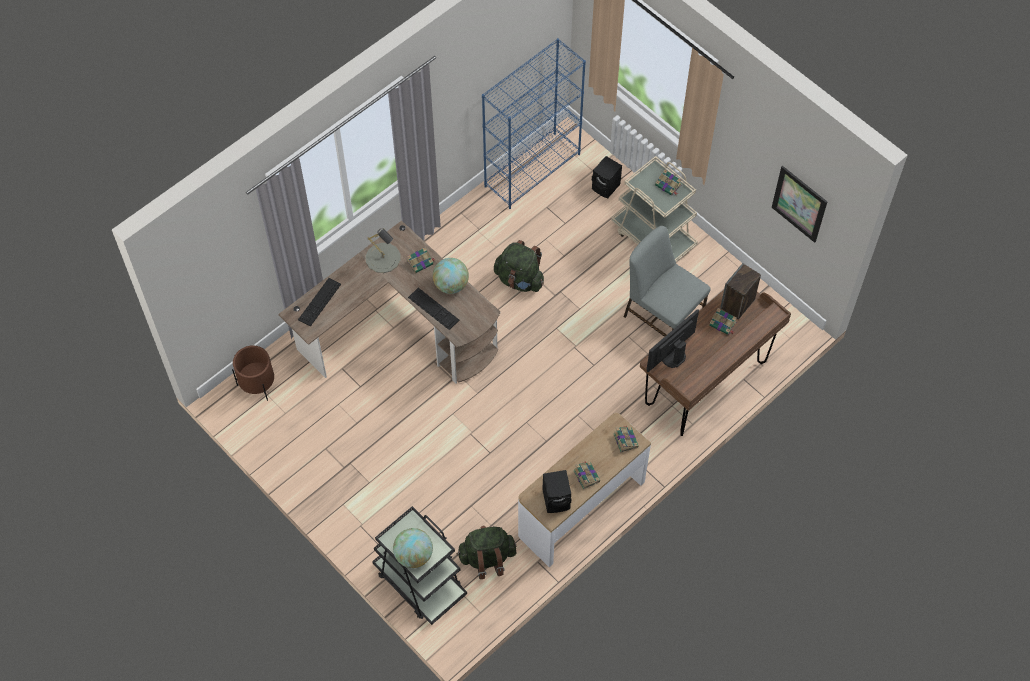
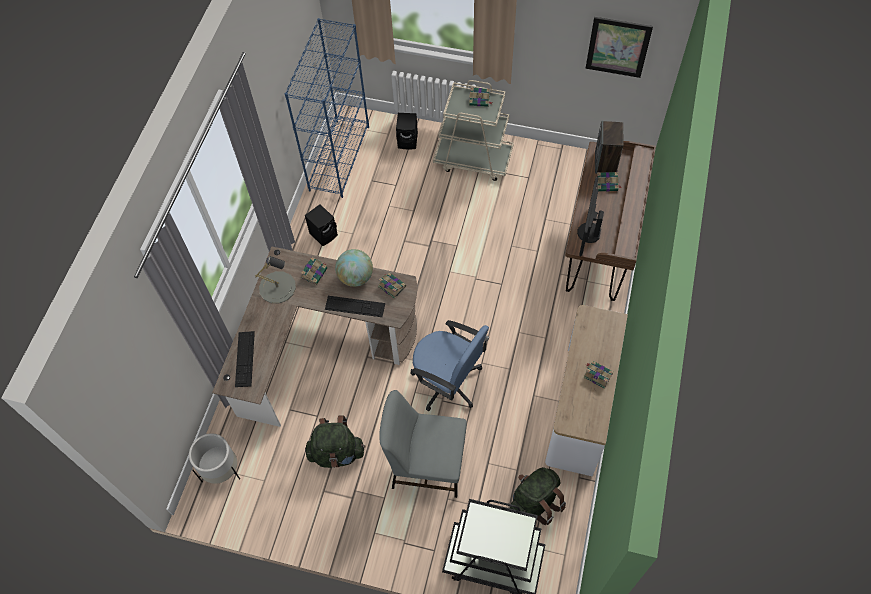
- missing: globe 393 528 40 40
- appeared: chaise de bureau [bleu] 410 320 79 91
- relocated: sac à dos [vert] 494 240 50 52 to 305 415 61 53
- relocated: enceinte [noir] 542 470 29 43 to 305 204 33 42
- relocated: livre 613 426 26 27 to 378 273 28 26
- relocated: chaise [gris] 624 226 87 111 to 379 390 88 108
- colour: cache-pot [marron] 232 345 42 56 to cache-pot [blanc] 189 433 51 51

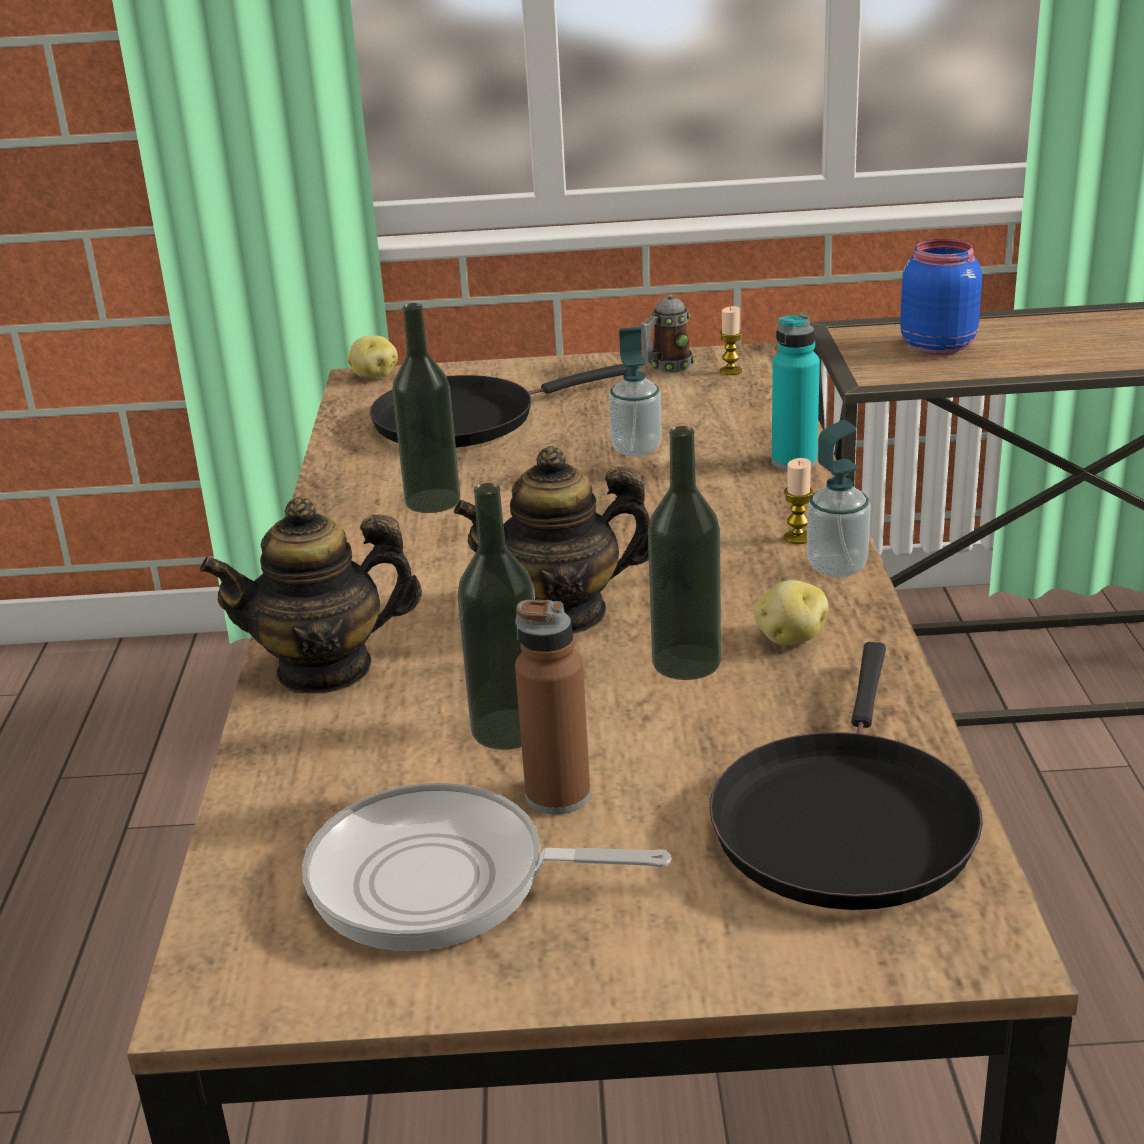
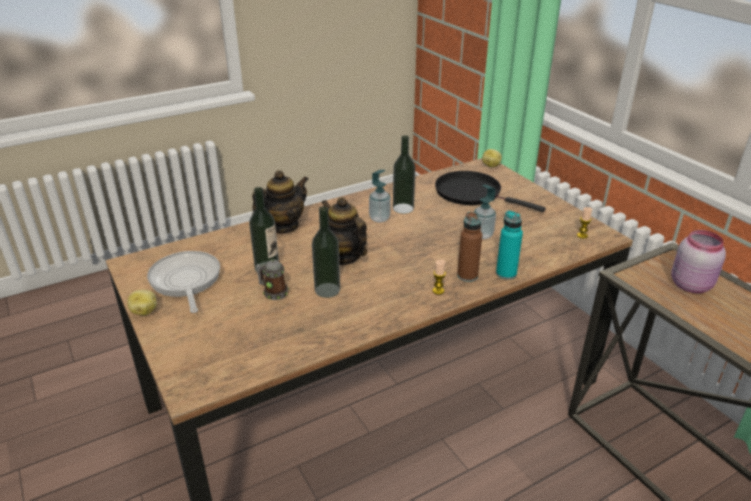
- missing: poêle [noir] 709 642 274 268
- relocated: bouteille [marron] 515 600 75 215 to 457 212 25 70
- relocated: mug 640 295 55 78 to 256 260 33 40
- relocated: pomme de terre 755 580 73 65 to 127 290 30 26
- relocated: distributeur de savon 807 420 63 158 to 369 170 22 53
- colour: bocal [bleu] 900 239 82 116 to bocal [rose] 671 230 55 63
- spun: théière 200 497 222 197 = 252 170 56 63 90 degrees clockwise

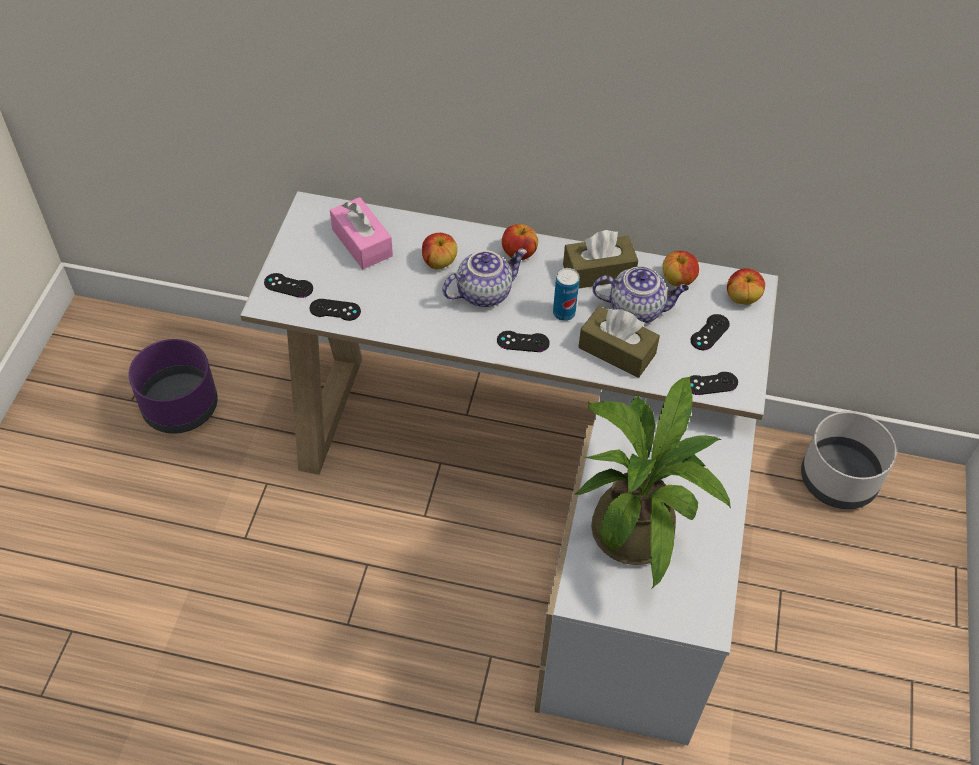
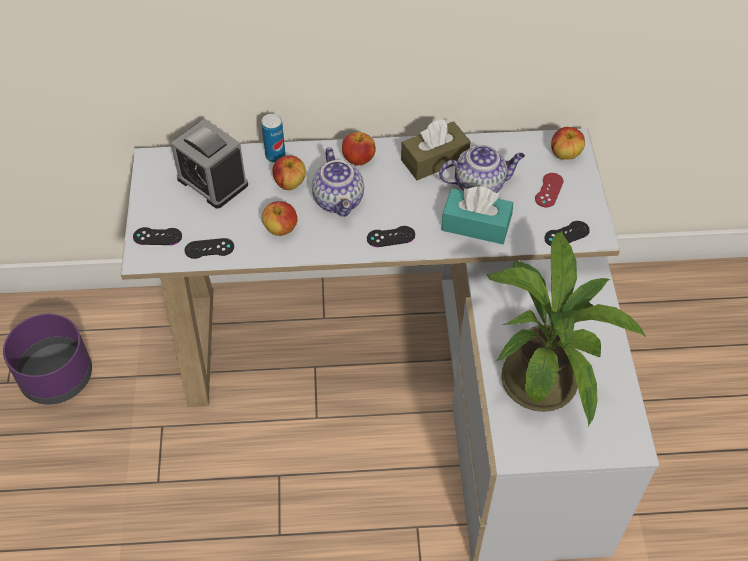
- missing: cache-pot [gris] 801 411 96 98
- relocated: boîte métallique 553 268 26 53 to 261 114 25 49
- relocated: pomme 662 251 37 35 to 262 201 35 35
- exchanged: boîte à mouchoirs [rose] 330 197 63 72 to réveil 171 118 77 91
- colour: boîte à mouchoirs [marron] 579 306 81 72 to boîte à mouchoirs [turquoise] 441 186 72 58
- colour: manette [noir] 691 314 39 36 to manette [rouge] 535 173 29 34
- spun: théière 442 249 85 58 = 312 147 52 70 120 degrees clockwise

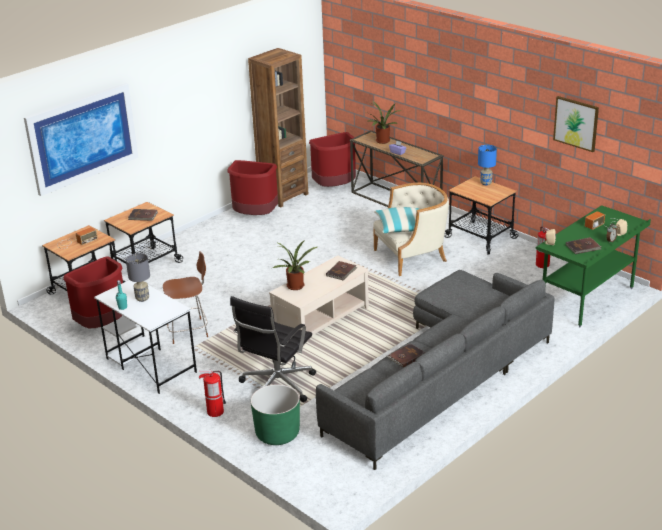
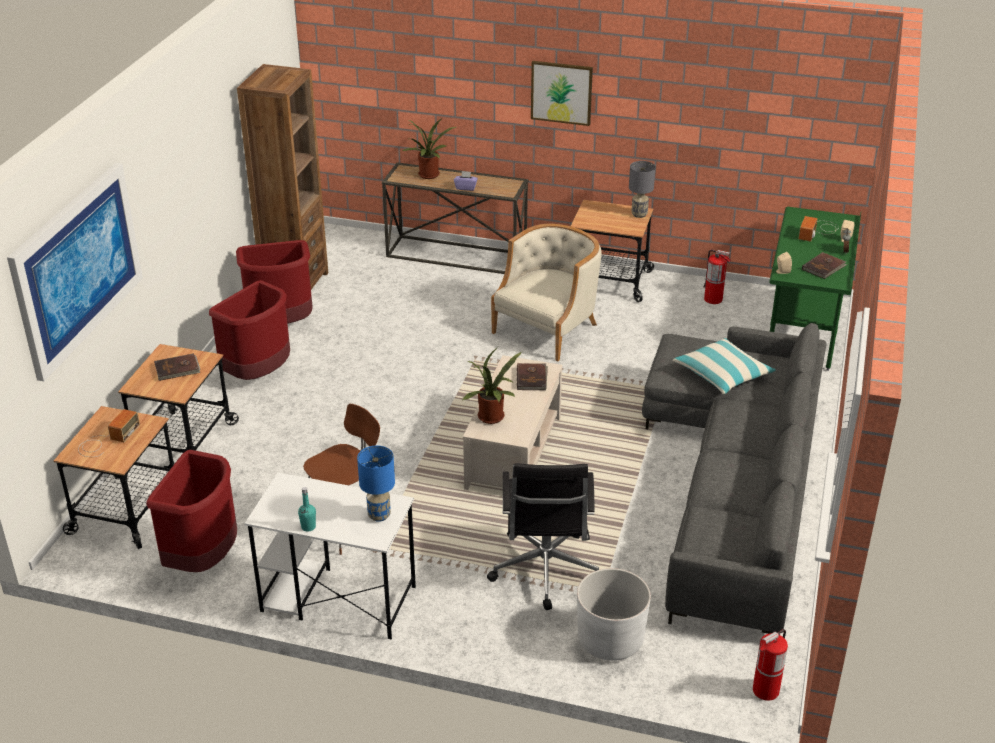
- missing: livre [marron] 387 343 38 25
- relocated: lampe de table [gris] 126 253 24 49 to 629 161 27 57
- relocated: extincteur 199 370 27 47 to 753 629 35 72
- relocated: poubelle [rouge] 309 132 47 55 to 209 280 81 100
- relocated: coussin 374 207 45 26 to 673 338 103 56
- relocated: lampe de table [bleu] 478 145 19 40 to 357 446 38 76
- relocated: tableau 553 96 46 56 to 531 61 62 65
- colour: cache-pot [vert] 251 384 49 61 to cache-pot [blanc] 577 568 74 93

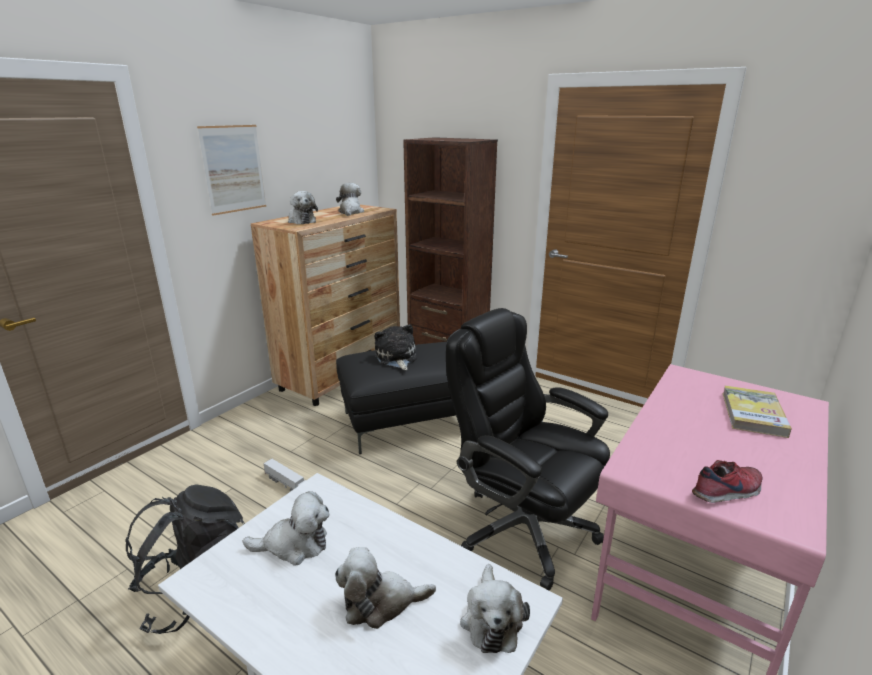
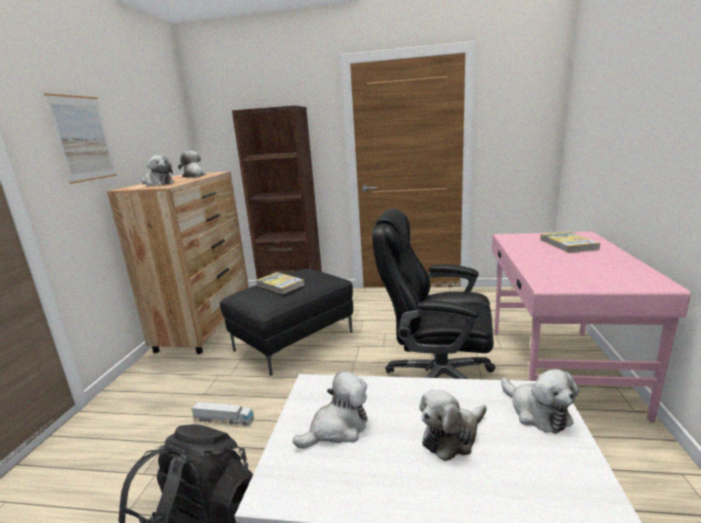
- missing: chaussure 692 460 70 43
- exchanged: peluche 375 324 42 46 to livre 256 272 48 22

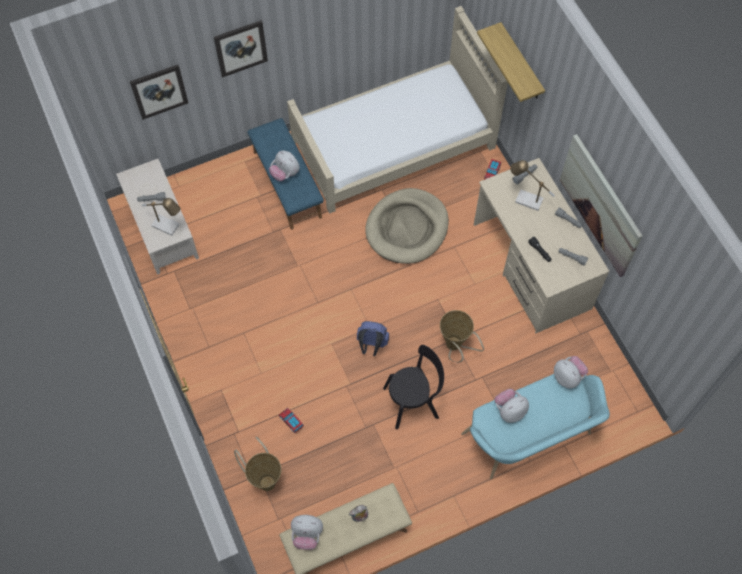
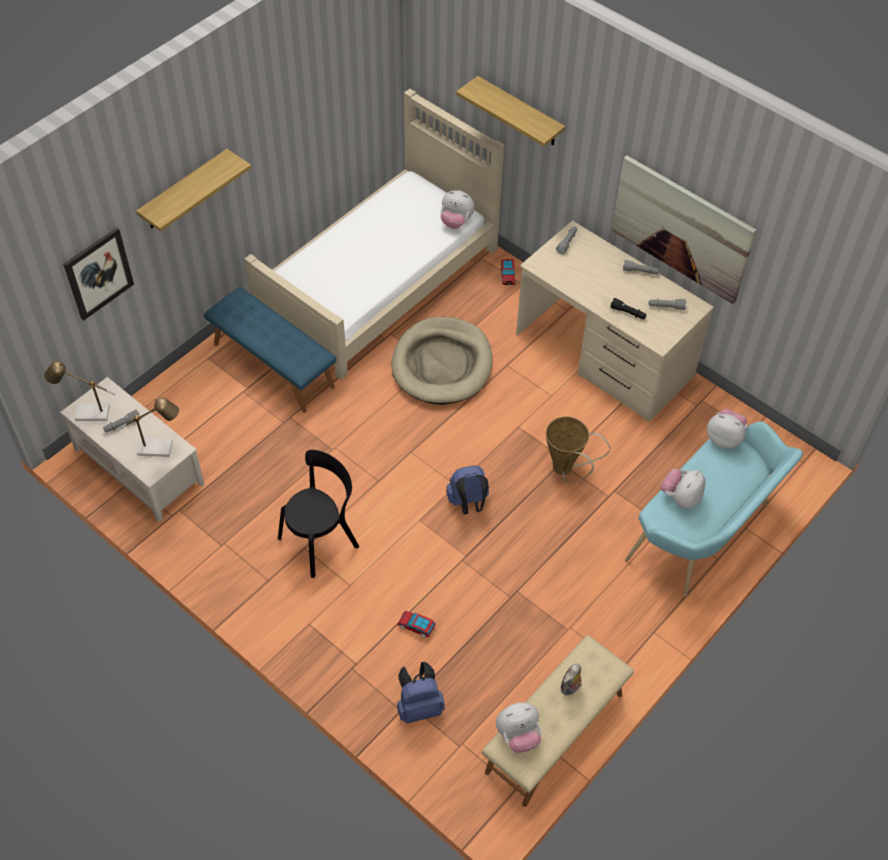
- relocated: peluche 269 150 31 31 to 441 190 34 39
- relocated: chaise [noir] 383 345 61 84 to 278 450 81 128
- relocated: lampe de table 510 160 45 51 to 44 361 72 60
- exchanged: tableau 214 20 54 58 to étagère 136 149 115 82
- exchanged: panier 234 437 47 54 to sac à dos [bleu] 397 662 48 62

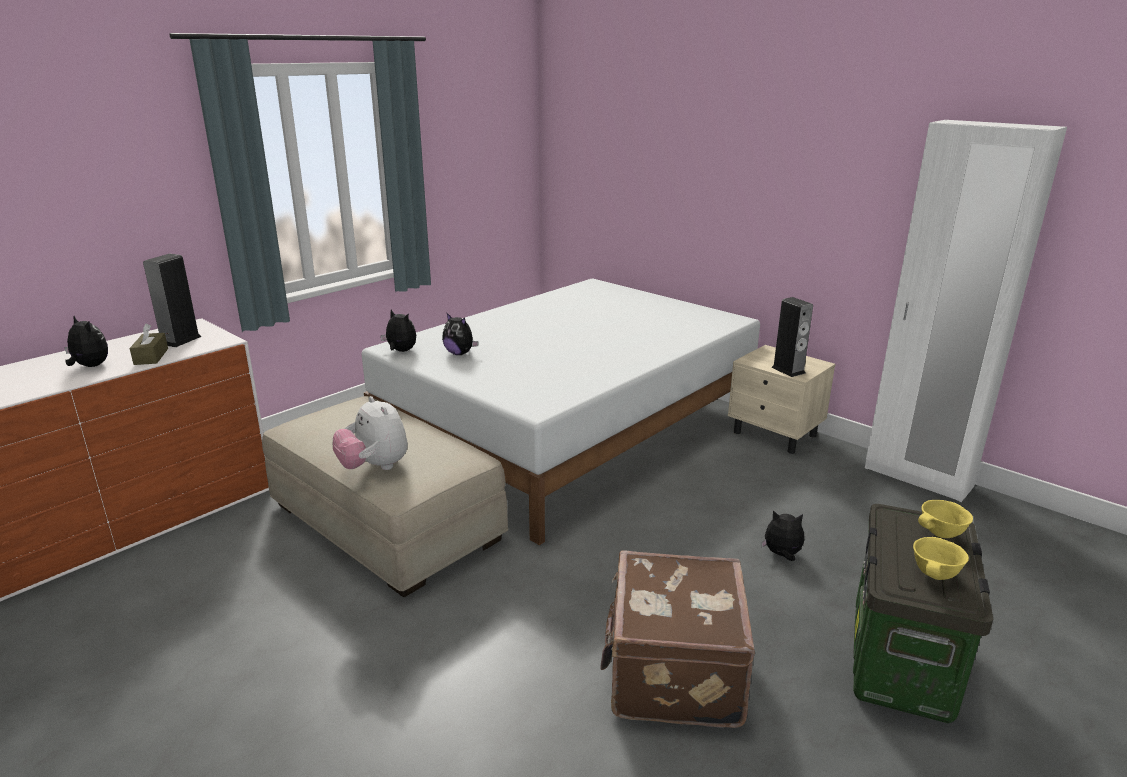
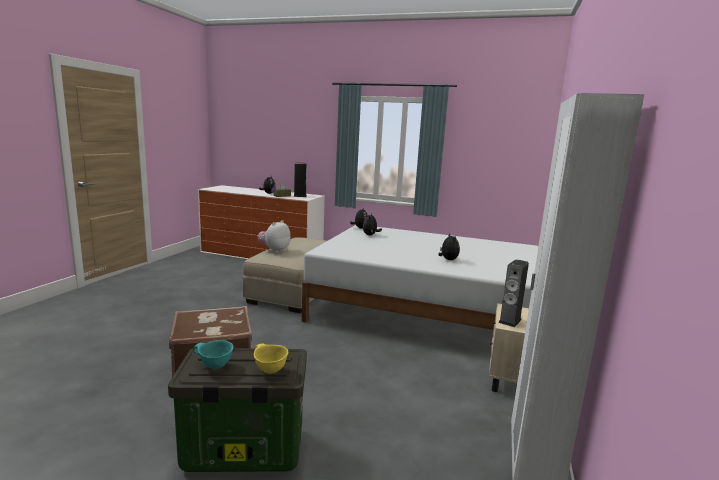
- relocated: peluche 761 510 43 51 to 439 233 21 27
- colour: bol [jaune] 913 537 56 43 to bol [turquoise] 193 340 40 29

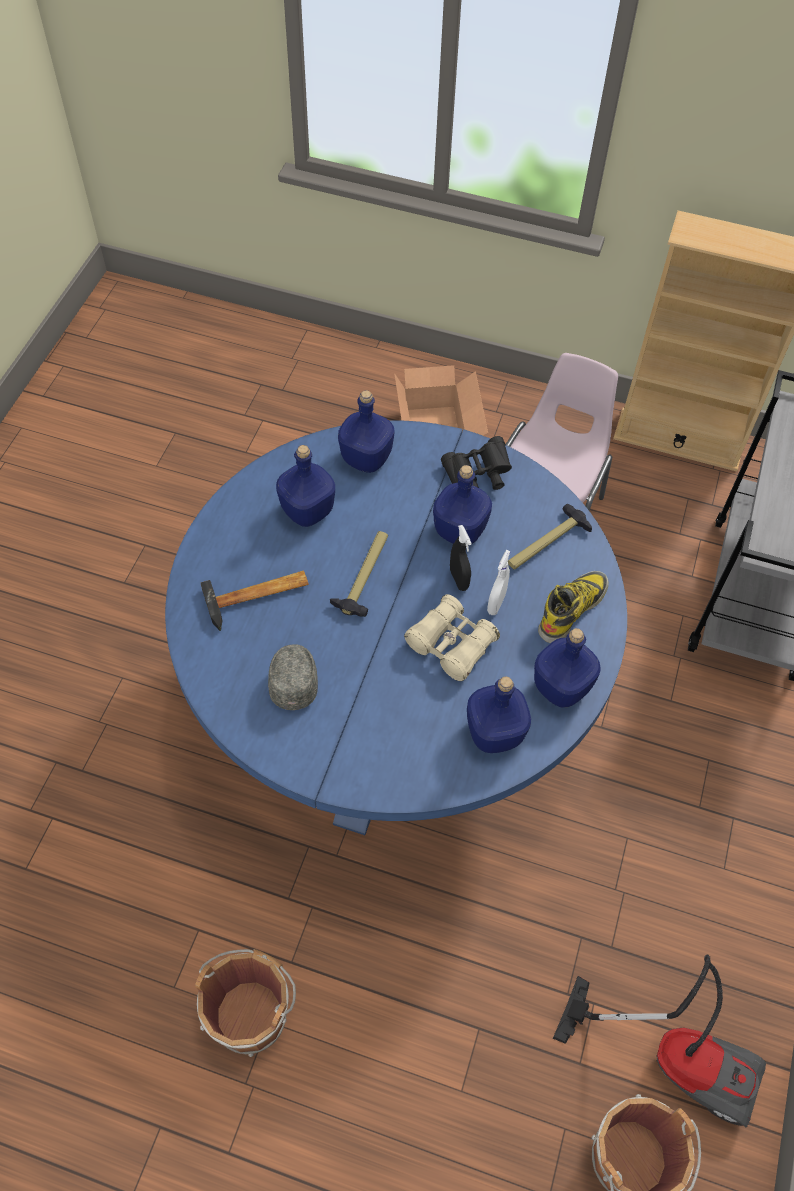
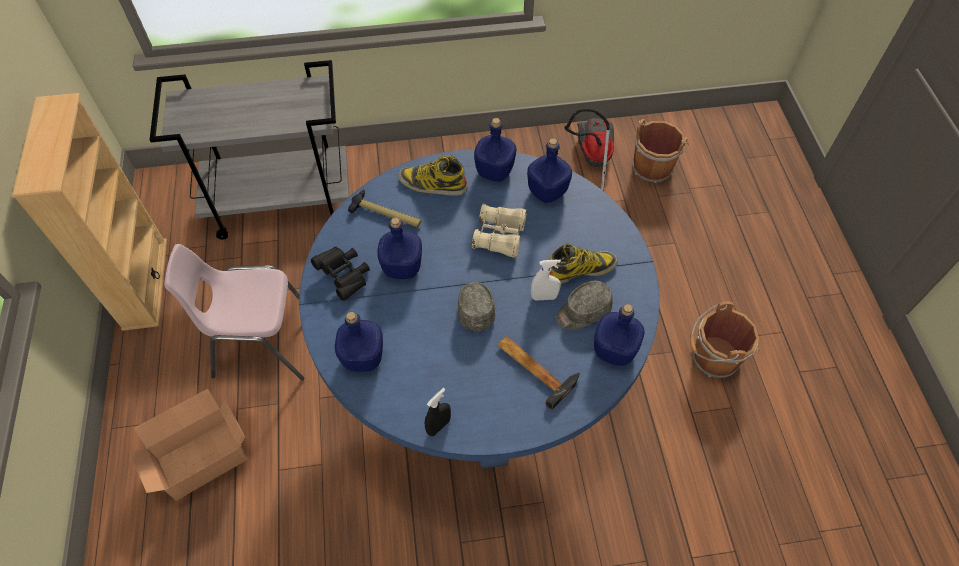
- appeared: botte 549 243 69 41
- relocated: bouteille [bleu] 276 445 59 82 to 594 304 51 62
- relocated: vaporisateur [noir] 450 525 22 66 to 425 388 26 48
- relocated: vaporisateur [blanc] 487 550 24 65 to 531 260 30 41
- exchanged: marteau 330 531 58 86 to casquette [gris] 458 282 37 49

